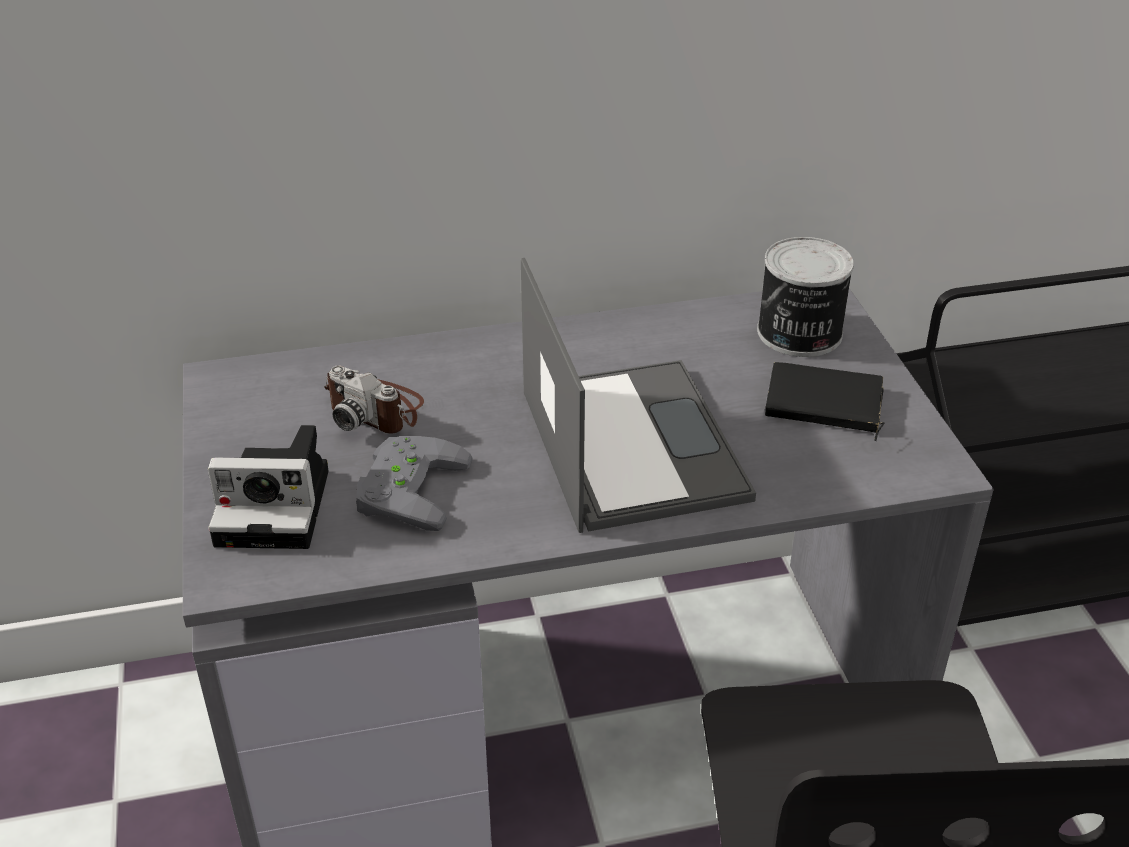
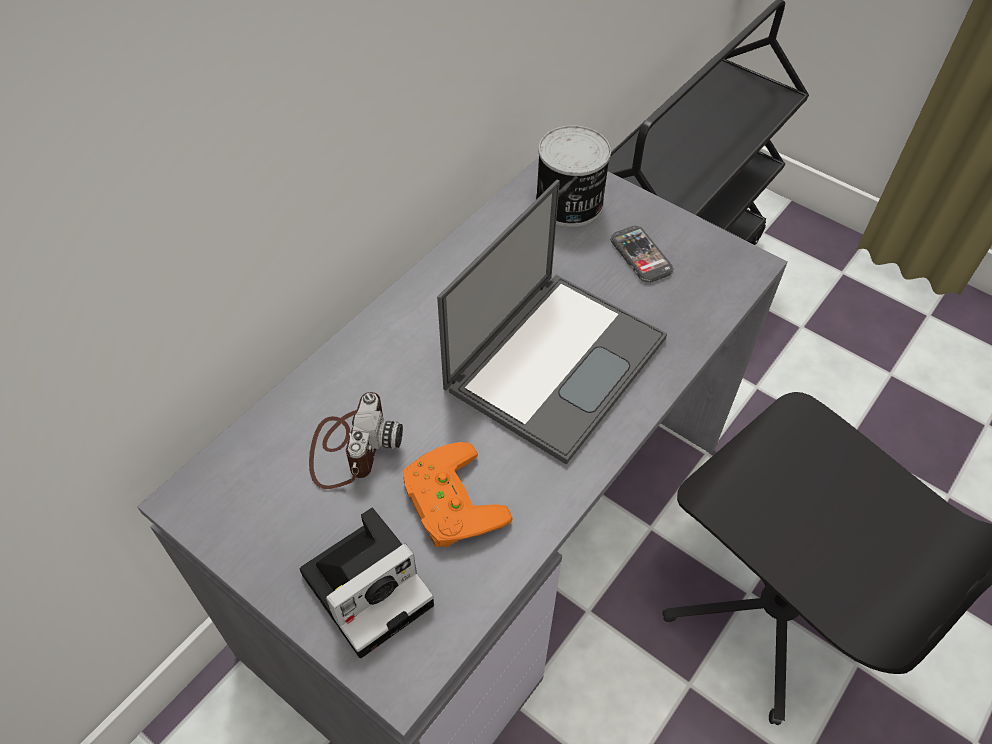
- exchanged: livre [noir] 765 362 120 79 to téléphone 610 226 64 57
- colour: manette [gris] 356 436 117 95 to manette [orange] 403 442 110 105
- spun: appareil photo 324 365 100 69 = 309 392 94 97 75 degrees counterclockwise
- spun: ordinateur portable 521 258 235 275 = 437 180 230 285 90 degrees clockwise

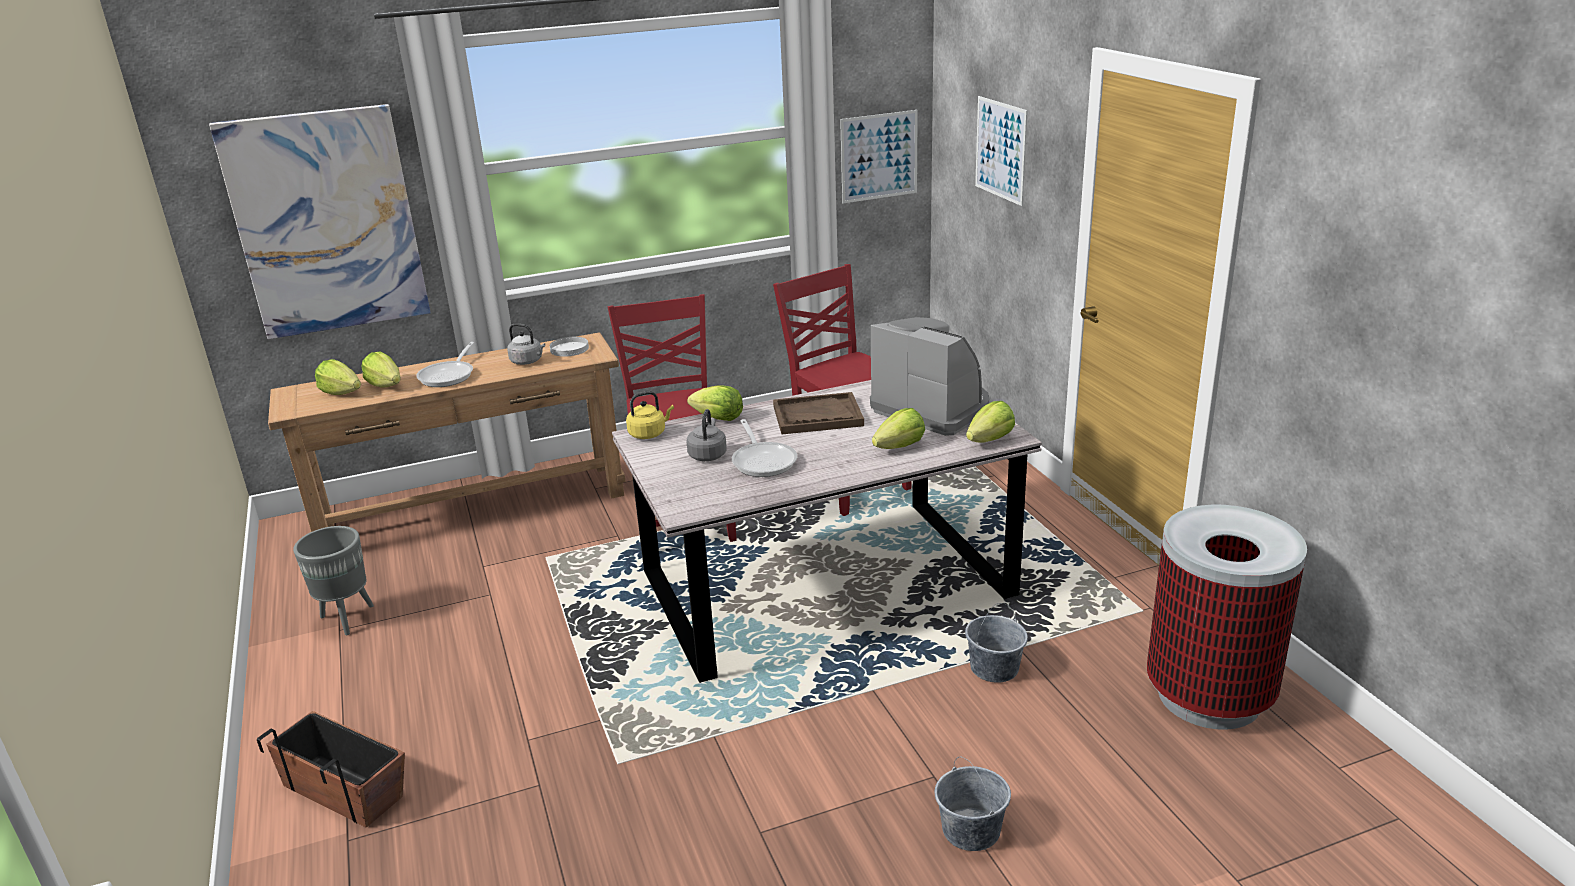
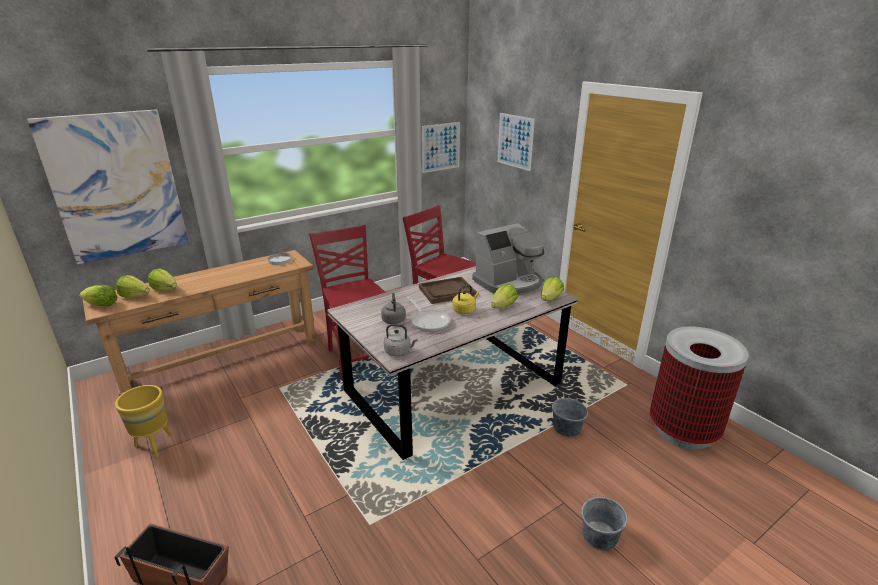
- missing: poêle 416 342 58 45
- relocated: bouilloire [gris] 507 324 38 41 to 384 324 34 33
- relocated: bouilloire [jaune] 626 391 48 48 to 452 285 27 29
- relocated: laitue 687 385 56 36 to 79 285 38 22
- colour: cache-pot [gris] 293 526 81 109 to cache-pot [jaune] 115 385 56 72
- spun: machine à café 870 317 119 119 = 472 223 72 73 120 degrees clockwise

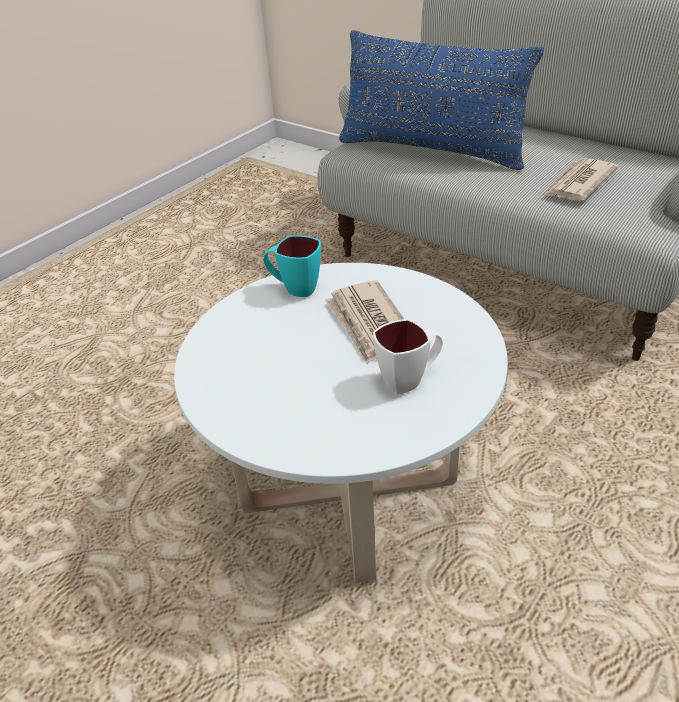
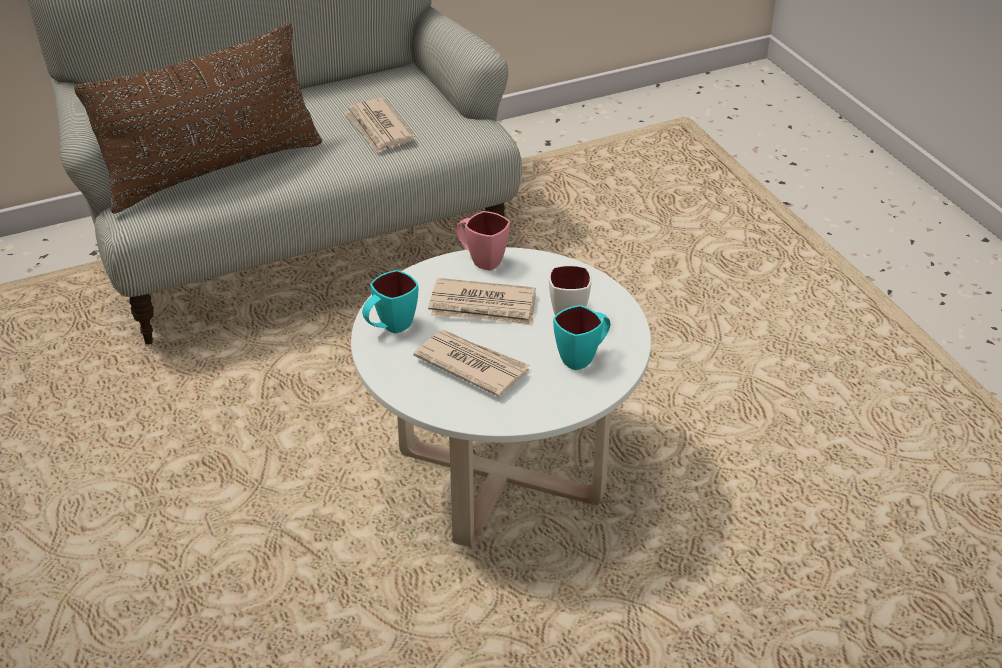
- appeared: journal 413 330 117 67
- appeared: mug [rose] 456 211 54 60
- appeared: mug [turquoise] 553 305 57 65
- colour: coussin [bleu] 339 30 205 140 to coussin [marron] 74 23 248 190

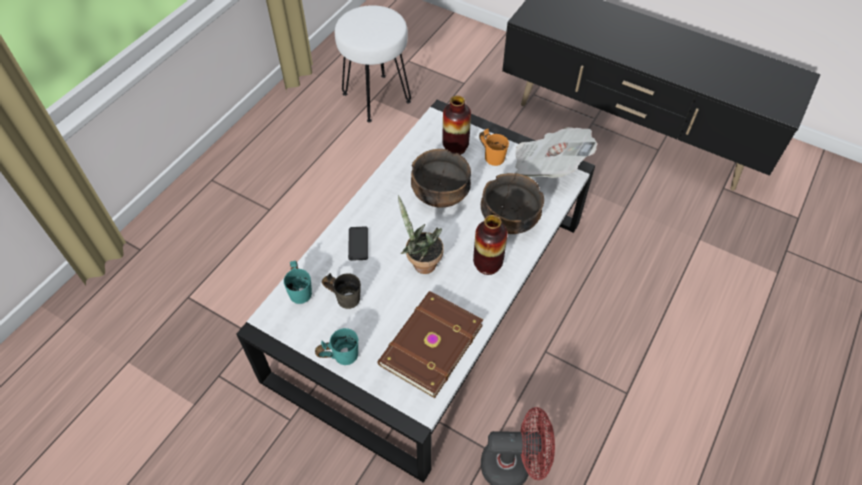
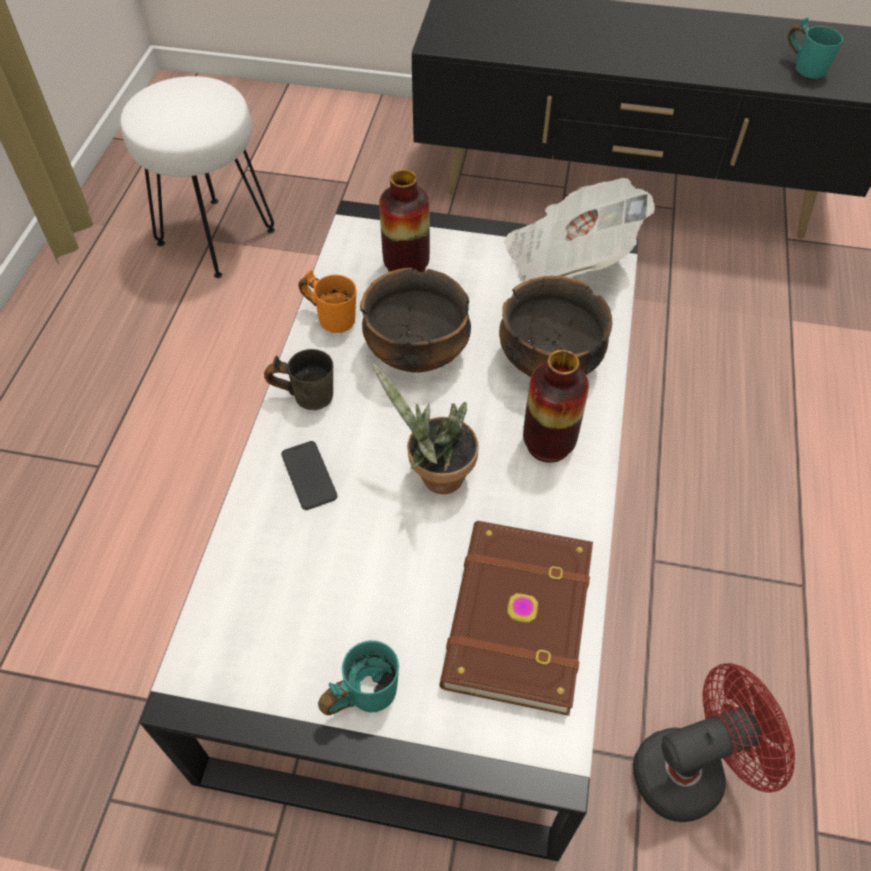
- relocated: mug [turquoise] 284 261 28 43 to 788 17 55 62
- relocated: mug [gris] 322 273 39 36 to 264 349 69 61
- relocated: mug [orange] 479 129 30 37 to 298 269 58 64

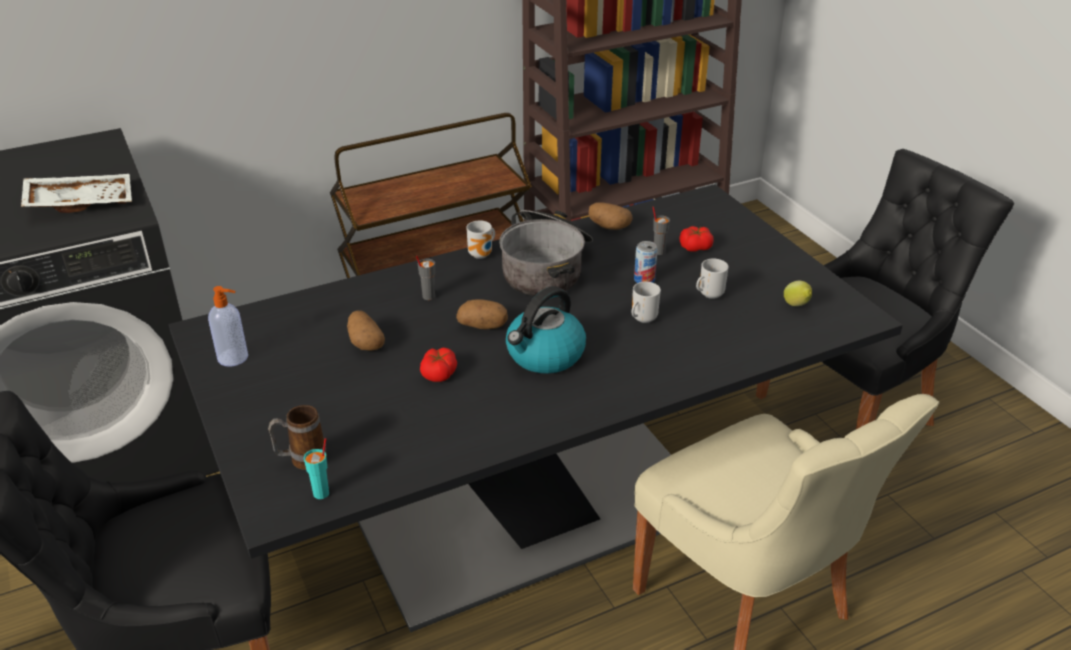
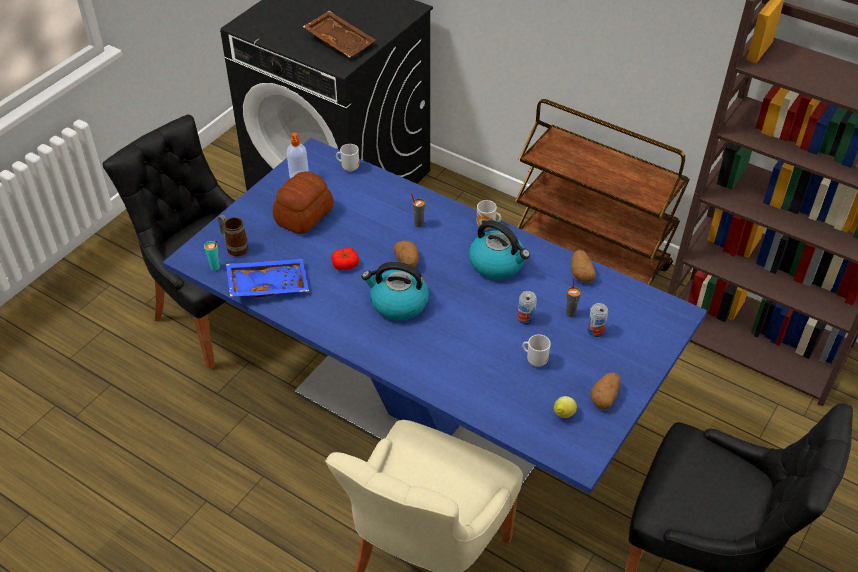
- appeared: plateau [bleu] 226 259 83 38
- appeared: pain 273 171 61 63
- relocated: pomme de terre 347 310 38 41 to 590 372 30 38
- relocated: mug 631 282 30 41 to 336 144 23 28
- exchanged: marmite 499 210 94 86 to bouilloire 469 220 61 59
- exchanged: tomate 679 226 35 26 to boîte métallique 587 303 21 34
- colour: plateau [blanc] 21 174 111 39 to plateau [marron] 303 11 73 47
- colour: table à manger [noir] 169 184 734 448 to table à manger [bleu] 163 138 544 356

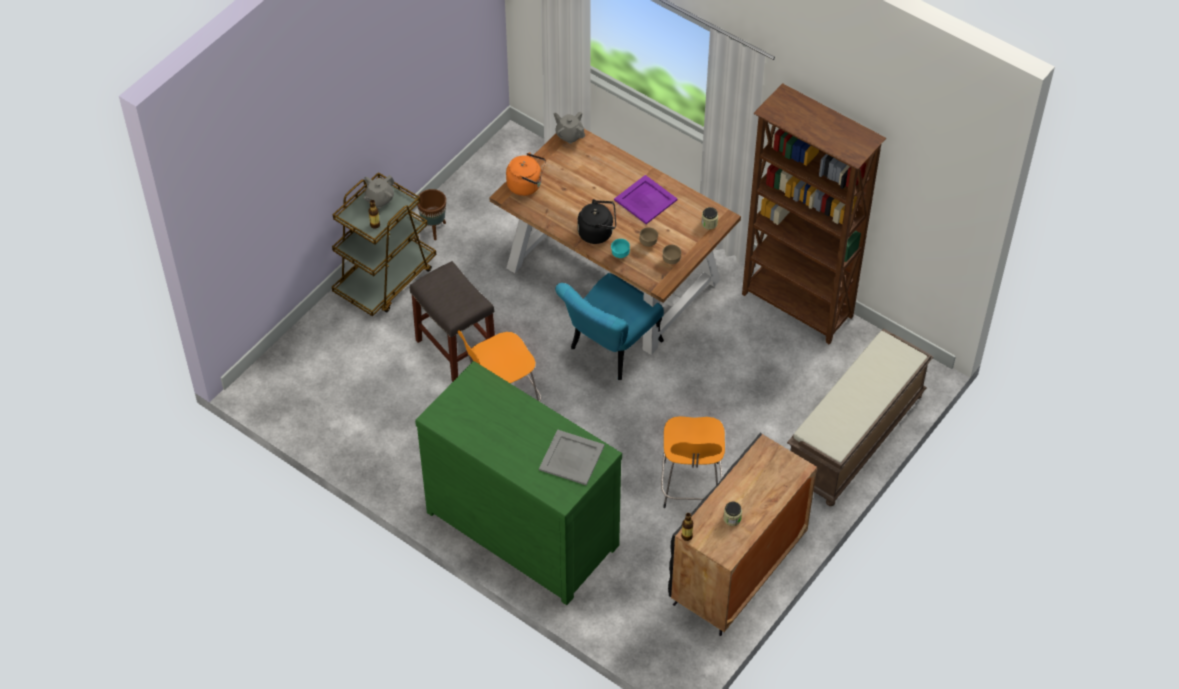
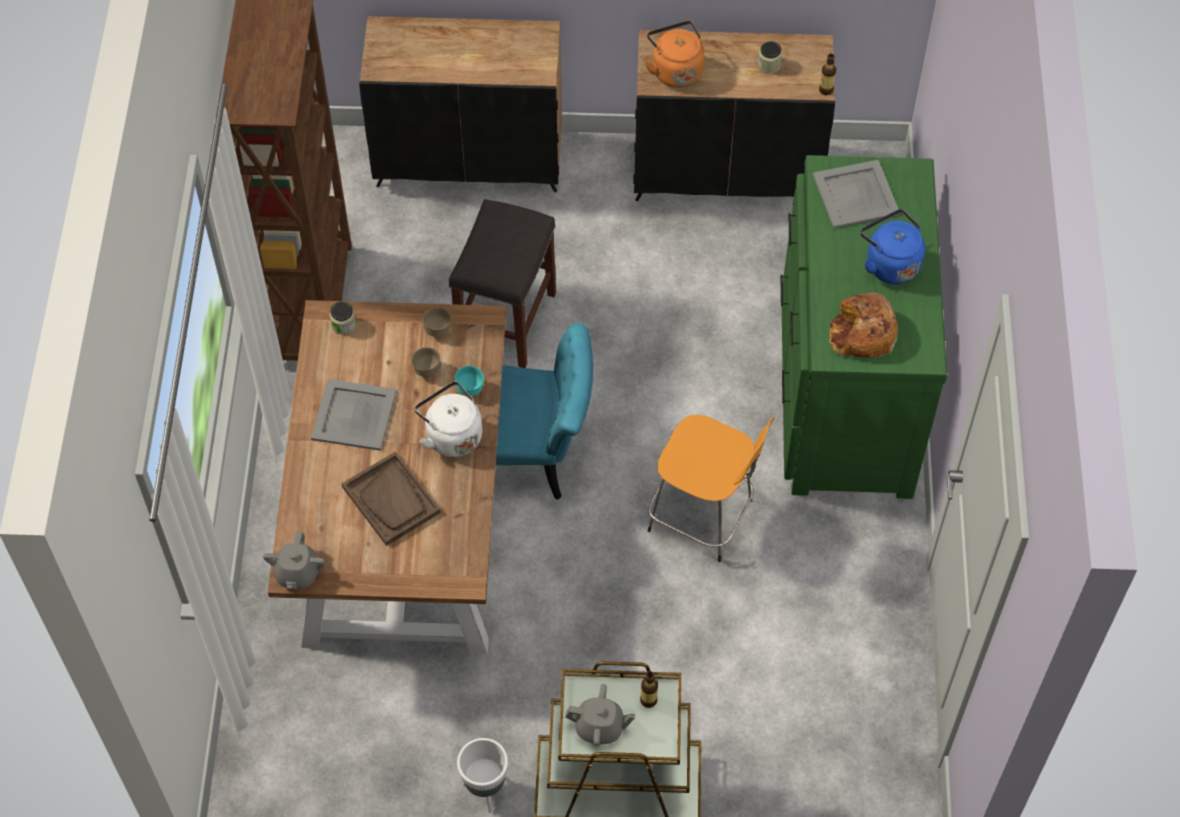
- missing: tabouret [orange] 661 416 64 92
- appeared: plateau [marron] 341 451 100 95
- appeared: pain 829 293 69 65
- appeared: bouilloire [bleu] 860 209 65 75
- relocated: tabouret [gris] 410 261 85 121 to 449 199 107 169
- relocated: bouilloire [orange] 506 152 40 44 to 645 21 59 67
- exchanged: banc [marron] 787 328 146 178 to meuble de rangement [noir] 359 16 203 176
- colour: cache-pot [marron] 417 189 29 51 to cache-pot [blanc] 457 738 51 75
- colour: bouilloire [noir] 577 199 39 45 to bouilloire [blanc] 414 381 68 76
- colour: plateau [violet] 614 175 64 49 to plateau [gris] 311 379 86 72

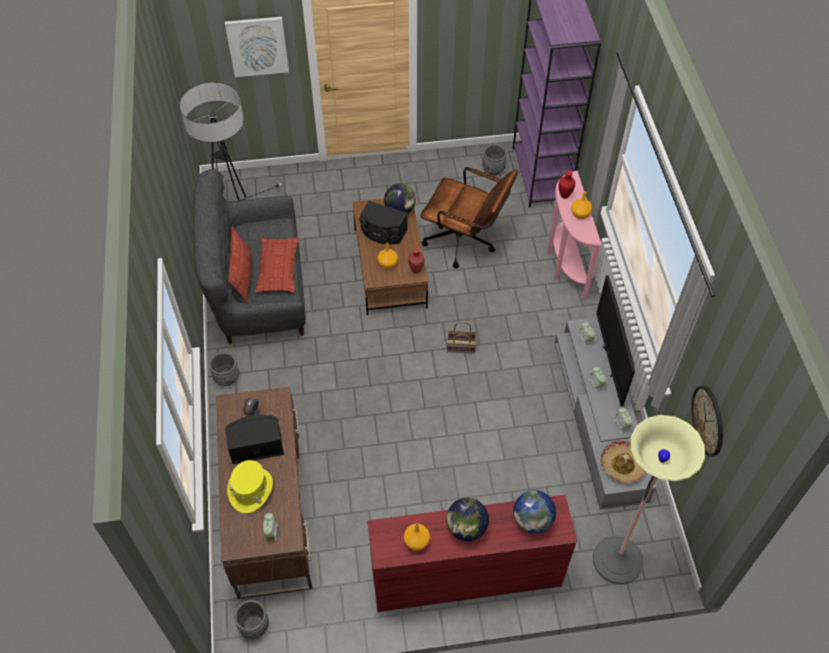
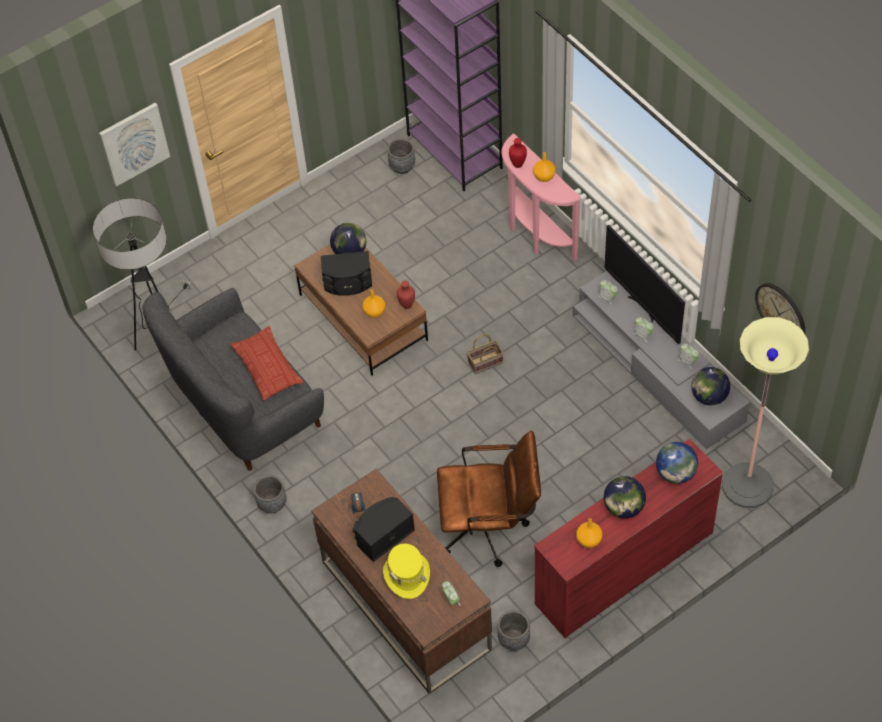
- missing: coussin 228 226 23 77
- relocated: cache-pot [gris] 234 600 35 39 to 497 610 33 41
- relocated: chaise de bureau [marron] 420 167 98 101 to 437 431 104 136
- exchanged: chapeau 600 441 46 42 to globe 691 367 39 39

